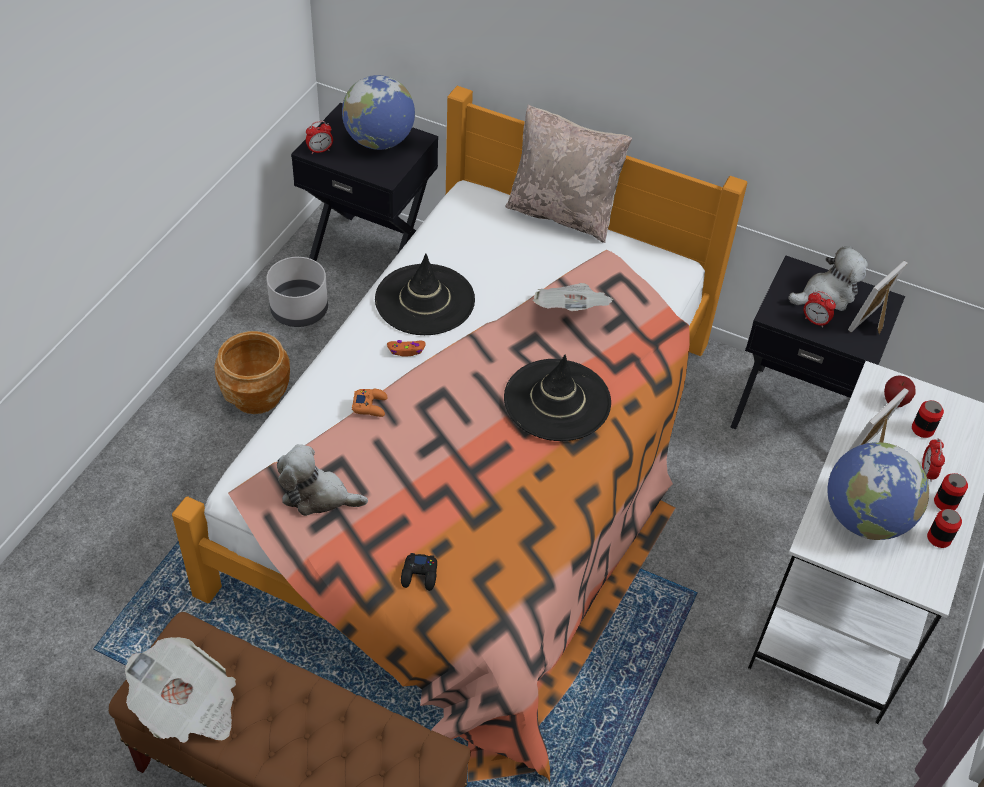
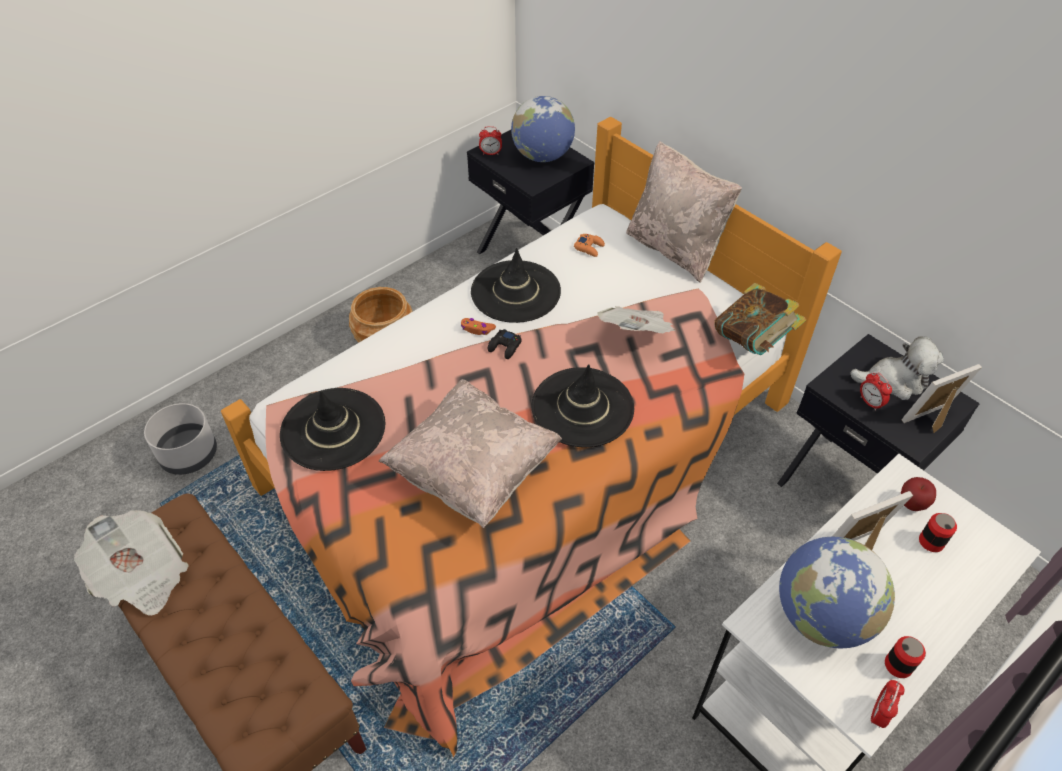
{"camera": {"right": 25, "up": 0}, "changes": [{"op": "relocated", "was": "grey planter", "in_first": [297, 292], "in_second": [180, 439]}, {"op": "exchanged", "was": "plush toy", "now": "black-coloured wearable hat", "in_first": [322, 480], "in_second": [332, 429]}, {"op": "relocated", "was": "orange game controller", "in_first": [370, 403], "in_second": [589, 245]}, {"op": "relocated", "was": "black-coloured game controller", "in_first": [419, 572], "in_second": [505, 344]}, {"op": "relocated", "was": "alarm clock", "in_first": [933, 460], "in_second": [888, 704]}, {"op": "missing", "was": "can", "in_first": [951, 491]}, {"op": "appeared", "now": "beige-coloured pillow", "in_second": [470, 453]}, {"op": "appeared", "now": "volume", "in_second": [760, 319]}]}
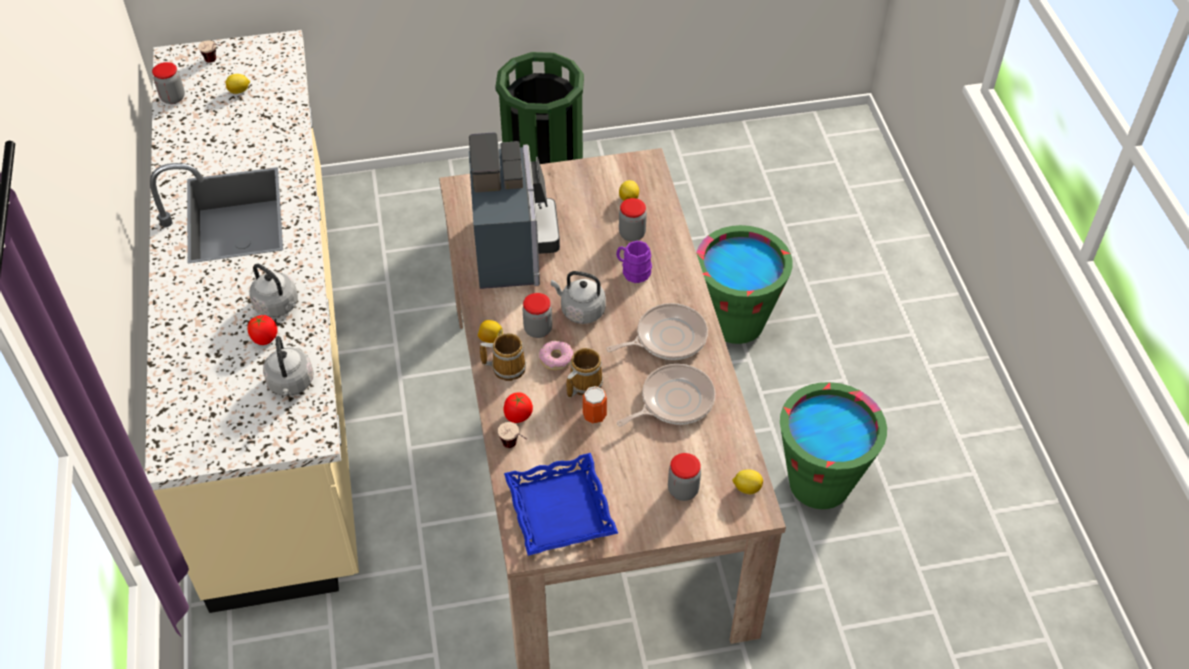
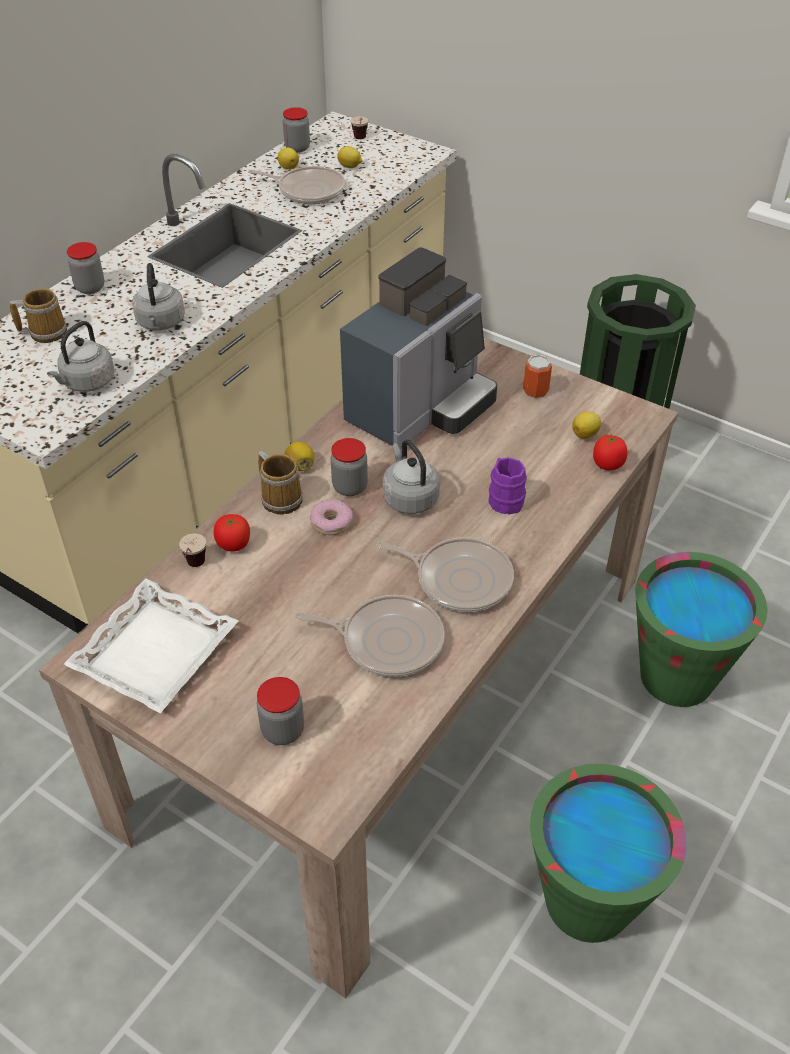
{"camera": {"right": 45, "up": -5}, "changes": [{"op": "relocated", "was": "fresh tomato", "in_first": [262, 330], "in_second": [610, 452]}, {"op": "colour", "was": "blue serving tray", "now": "whitish serving tray", "in_first": [561, 504], "in_second": [151, 645]}, {"op": "relocated", "was": "mug", "in_first": [584, 373], "in_second": [38, 315]}, {"op": "relocated", "was": "can", "in_first": [595, 405], "in_second": [537, 376]}, {"op": "relocated", "was": "jar", "in_first": [633, 220], "in_second": [86, 268]}, {"op": "relocated", "was": "lemon", "in_first": [747, 481], "in_second": [288, 158]}, {"op": "appeared", "now": "pan", "in_second": [296, 185]}]}
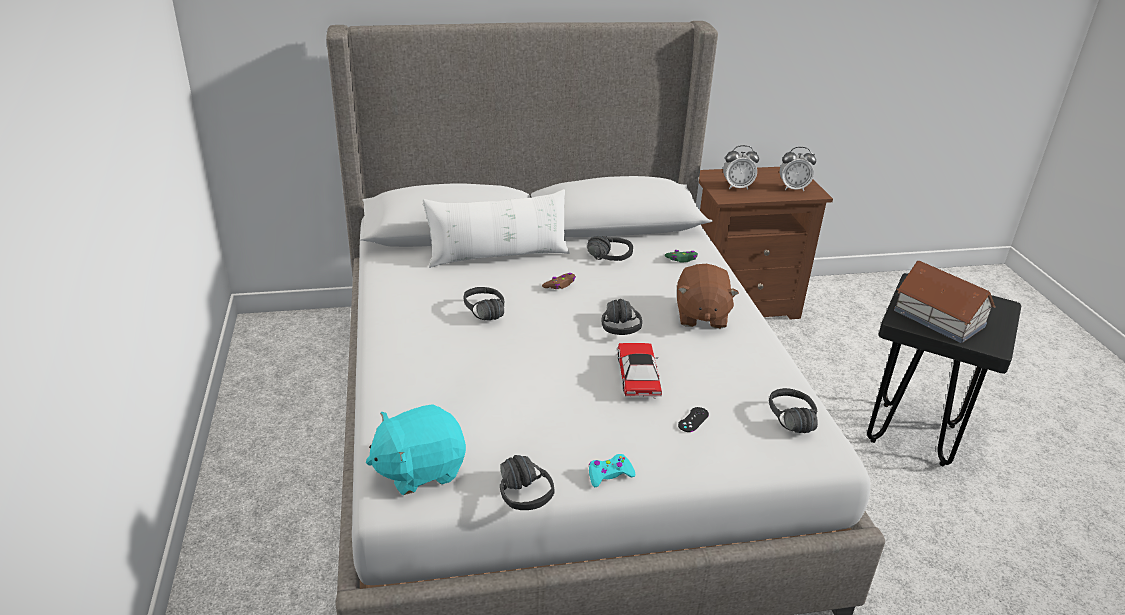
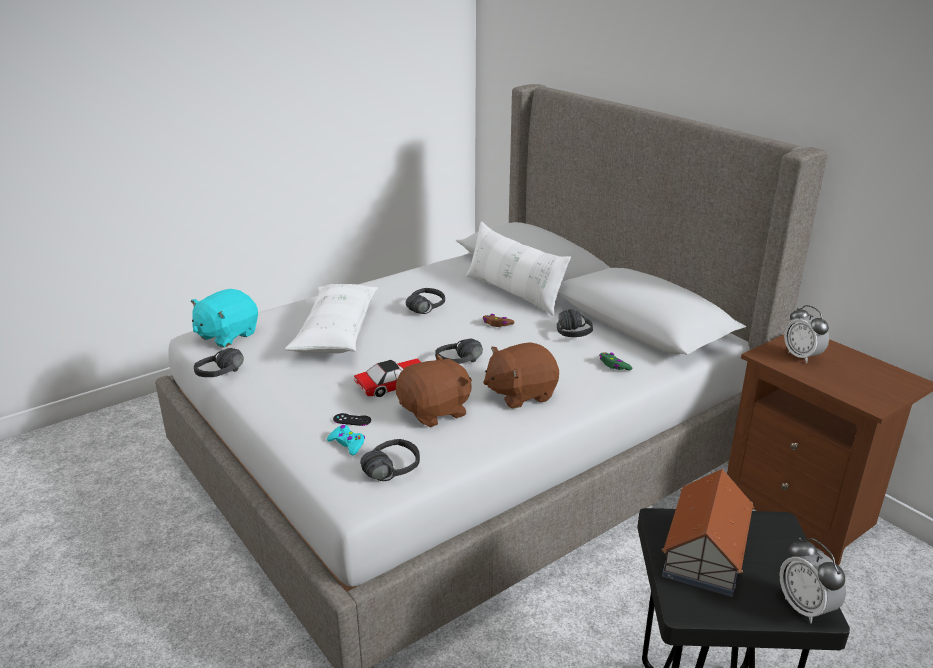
{"camera": {"right": 65, "up": -5}, "changes": [{"op": "spun", "was": "turquoise plush toy", "in_first": [416, 449], "in_second": [224, 318], "clockwise": -90}, {"op": "relocated", "was": "turquoise game controller", "in_first": [612, 470], "in_second": [346, 440]}, {"op": "relocated", "was": "alarm clock", "in_first": [798, 169], "in_second": [813, 580]}, {"op": "appeared", "now": "whitish pillow", "in_second": [331, 318]}, {"op": "appeared", "now": "brown plush toy", "in_second": [434, 391]}]}
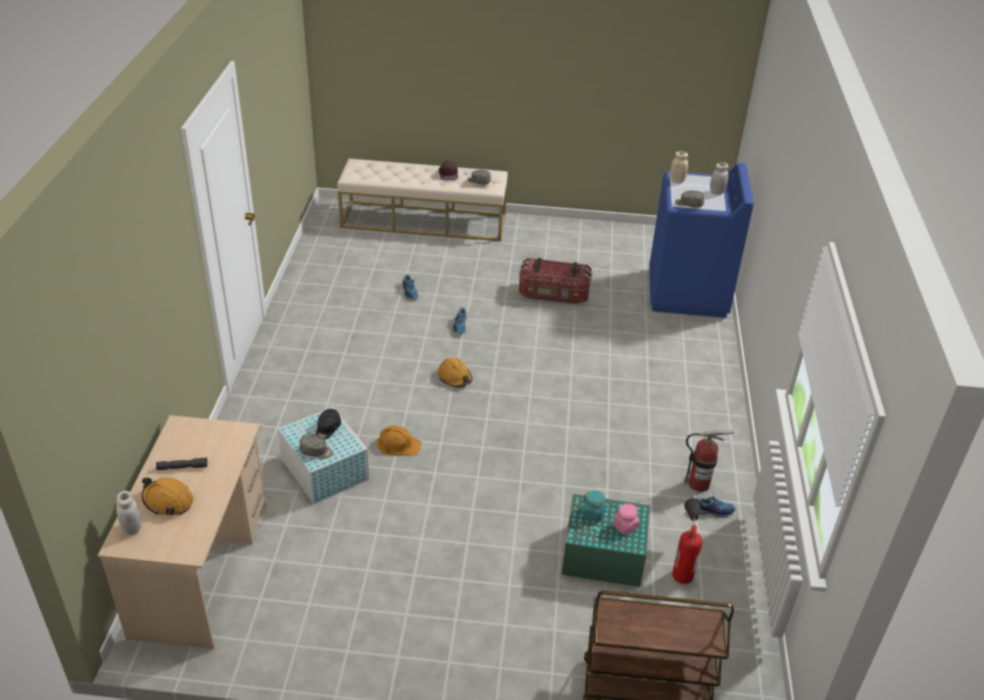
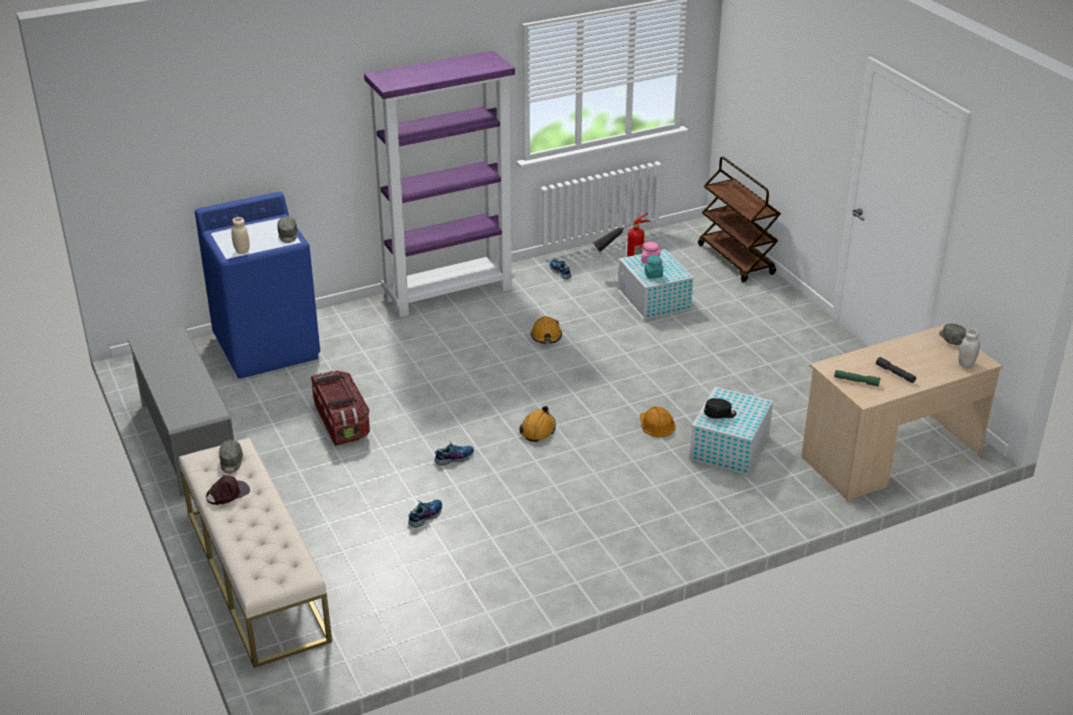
{"camera": {"right": -120, "up": -5}, "changes": [{"op": "relocated", "was": "orange hard hat", "in_first": [167, 496], "in_second": [546, 330]}, {"op": "relocated", "was": "grey baseball cap", "in_first": [316, 446], "in_second": [952, 334]}, {"op": "colour", "was": "green-coloured storage bin", "now": "whitish storage bin", "in_first": [606, 540], "in_second": [655, 284]}, {"op": "missing", "was": "fire extinguisher", "in_first": [709, 461]}, {"op": "missing", "was": "whitish jar", "in_first": [719, 179]}, {"op": "appeared", "now": "grey shoe stand", "in_second": [181, 411]}, {"op": "appeared", "now": "purplish bookcase", "in_second": [439, 184]}, {"op": "appeared", "now": "green-coloured flashlight", "in_second": [857, 378]}]}
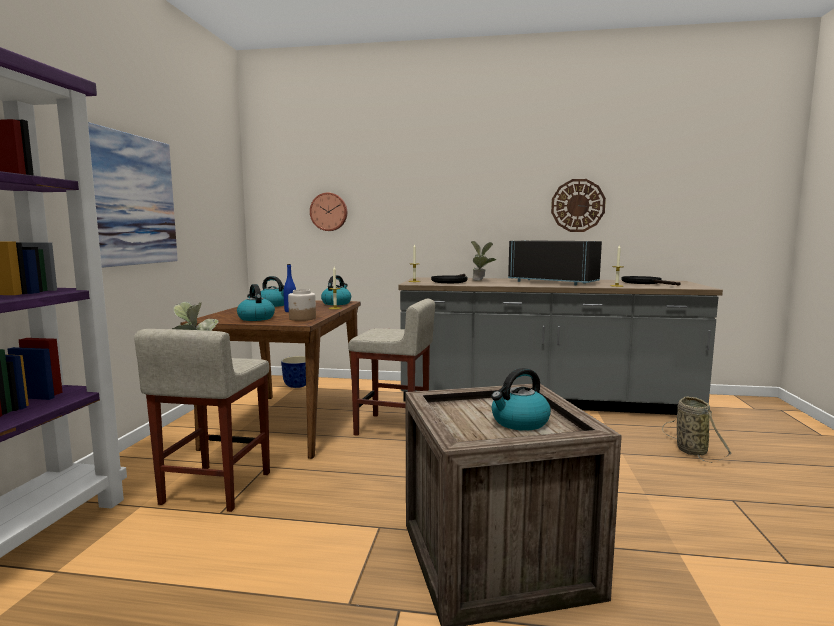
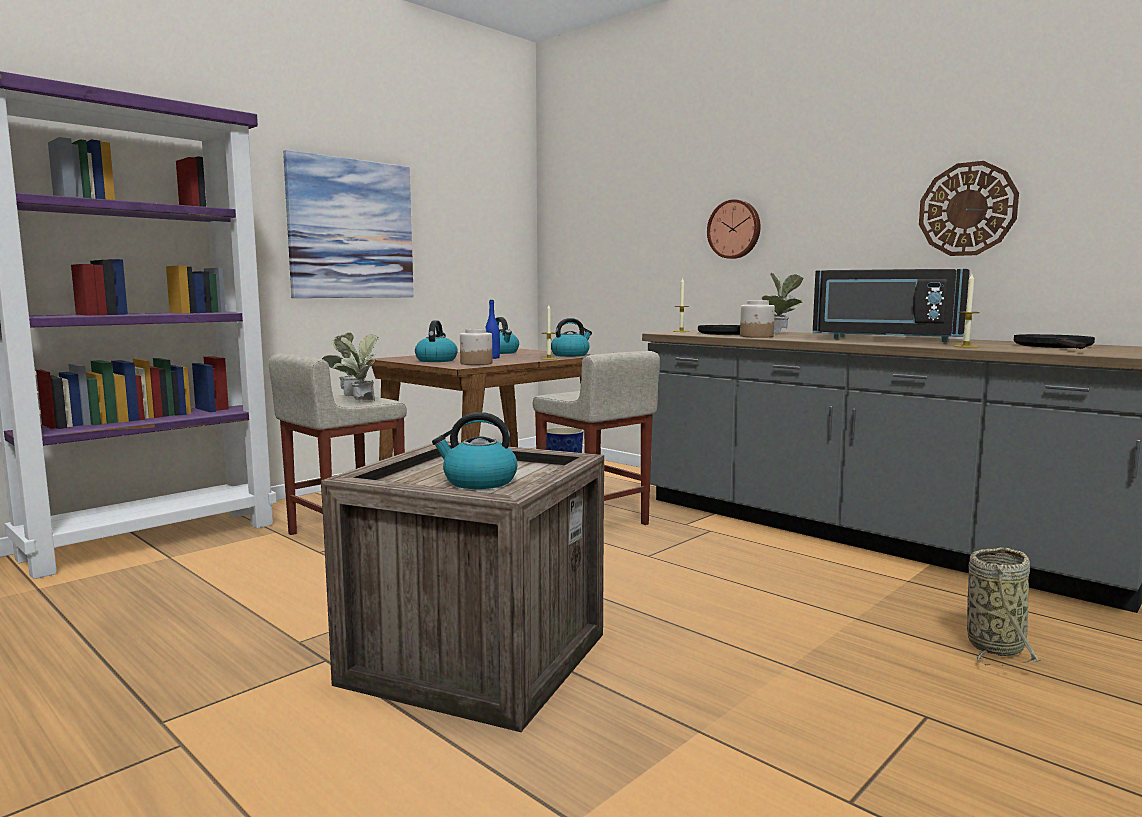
{"camera": {"right": 35, "up": 0}, "changes": [{"op": "relocated", "was": "wall clock", "in_first": [328, 211], "in_second": [734, 229]}, {"op": "spun", "was": "black-coloured microwave", "in_first": [555, 263], "in_second": [891, 305], "clockwise": 135}, {"op": "appeared", "now": "houseplant", "in_second": [355, 367]}, {"op": "appeared", "now": "jar", "in_second": [757, 319]}]}
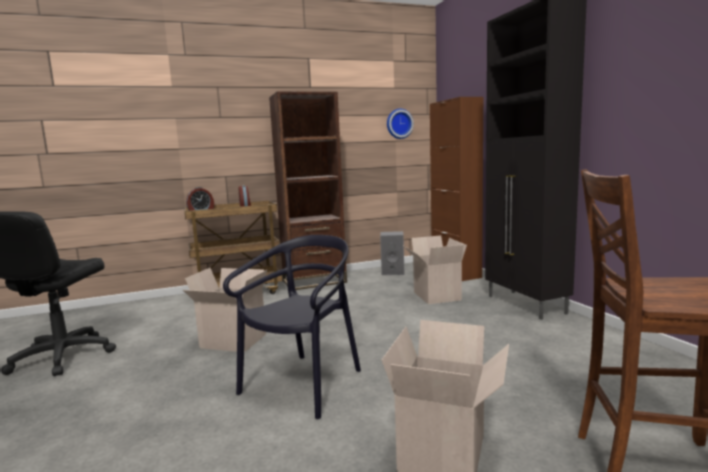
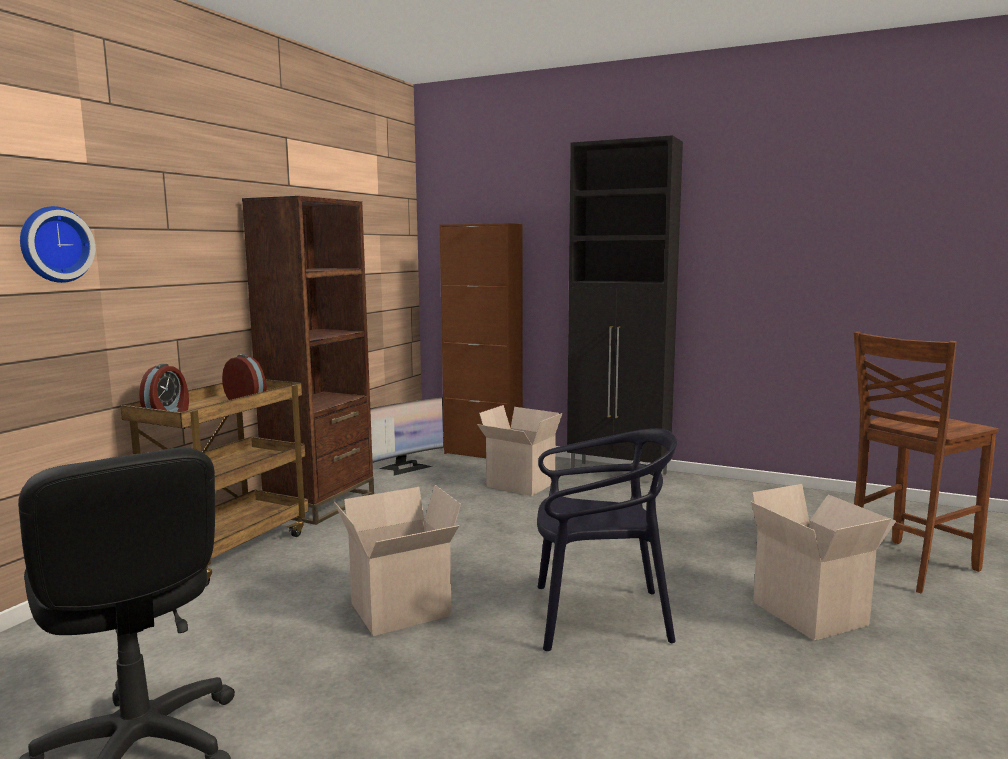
{"camera": {"right": -45, "up": 0}, "changes": [{"op": "spun", "was": "black-coloured chair", "in_first": [292, 327], "in_second": [607, 539], "clockwise": 105}, {"op": "exchanged", "was": "grey speaker", "now": "monitor", "in_first": [392, 253], "in_second": [407, 436]}, {"op": "relocated", "was": "wall clock", "in_first": [400, 124], "in_second": [57, 244]}]}
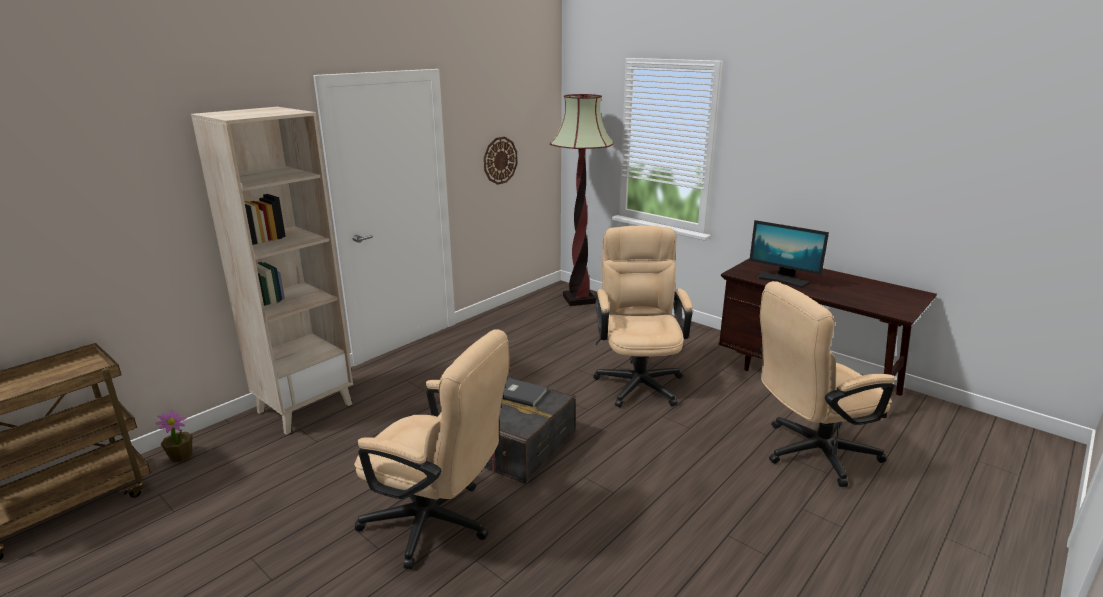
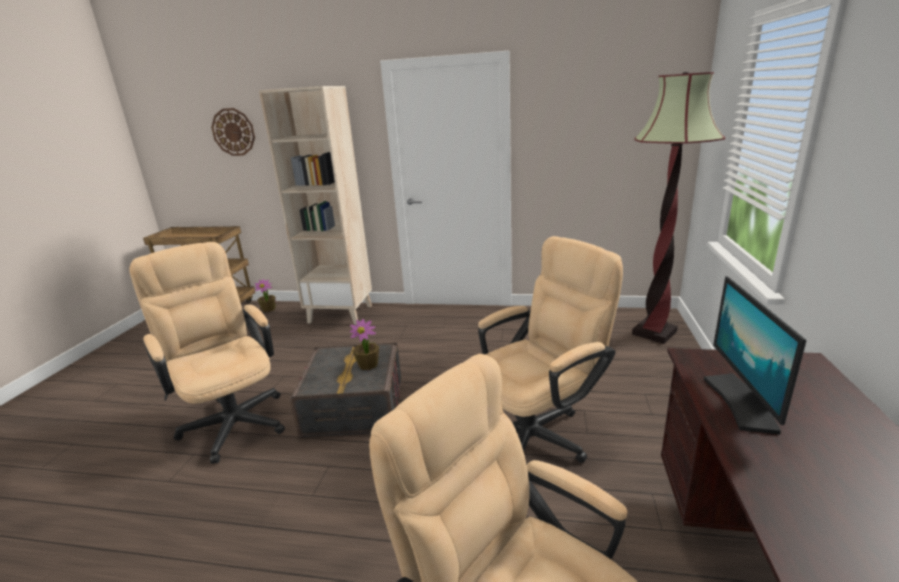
{"camera": {"right": 60, "up": 0}, "changes": [{"op": "spun", "was": "beige-coloured office chair", "in_first": [432, 449], "in_second": [207, 353], "clockwise": 150}, {"op": "relocated", "was": "wall clock", "in_first": [501, 161], "in_second": [233, 132]}, {"op": "exchanged", "was": "grey volume", "now": "houseplant", "in_first": [525, 392], "in_second": [364, 344]}]}
